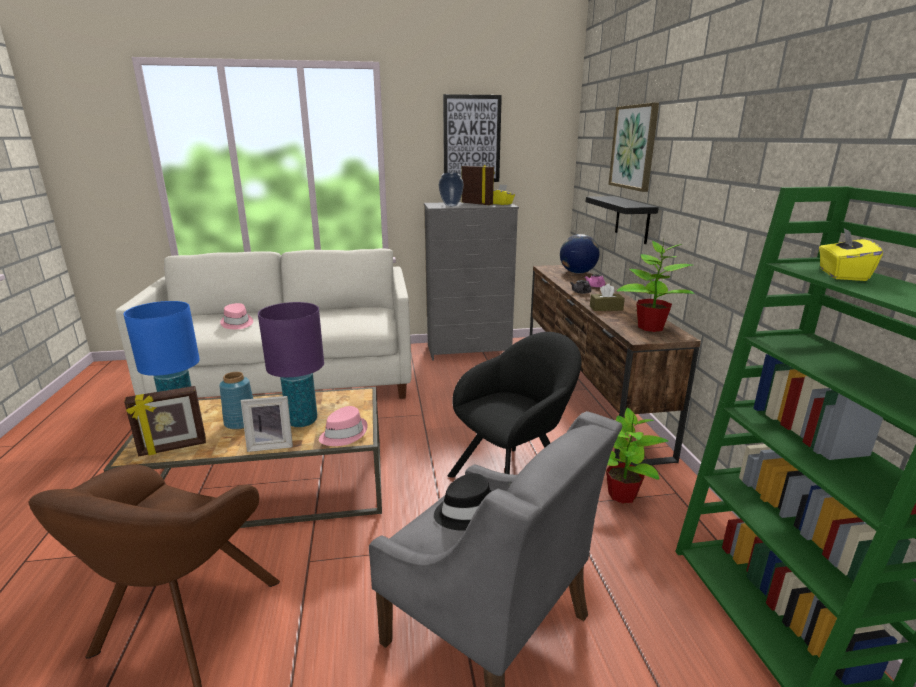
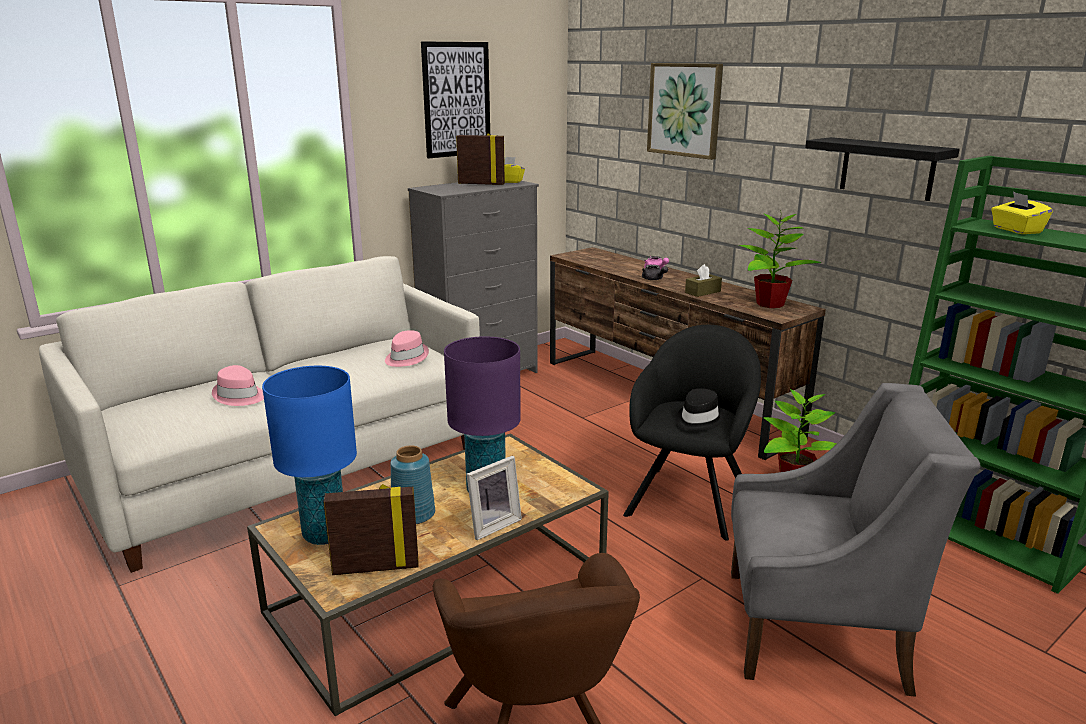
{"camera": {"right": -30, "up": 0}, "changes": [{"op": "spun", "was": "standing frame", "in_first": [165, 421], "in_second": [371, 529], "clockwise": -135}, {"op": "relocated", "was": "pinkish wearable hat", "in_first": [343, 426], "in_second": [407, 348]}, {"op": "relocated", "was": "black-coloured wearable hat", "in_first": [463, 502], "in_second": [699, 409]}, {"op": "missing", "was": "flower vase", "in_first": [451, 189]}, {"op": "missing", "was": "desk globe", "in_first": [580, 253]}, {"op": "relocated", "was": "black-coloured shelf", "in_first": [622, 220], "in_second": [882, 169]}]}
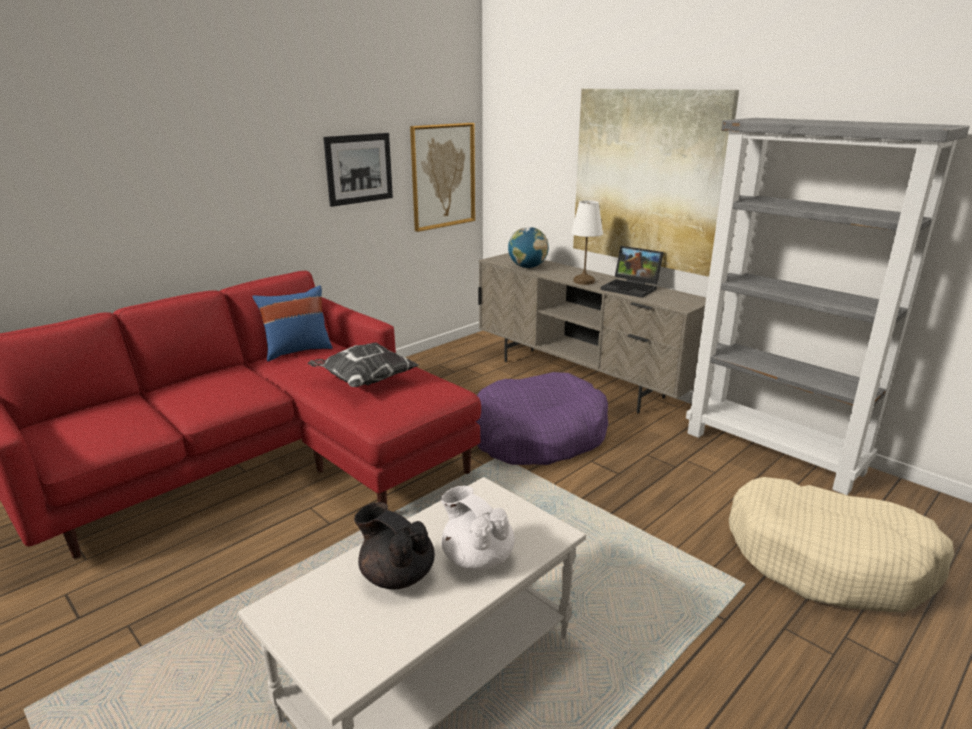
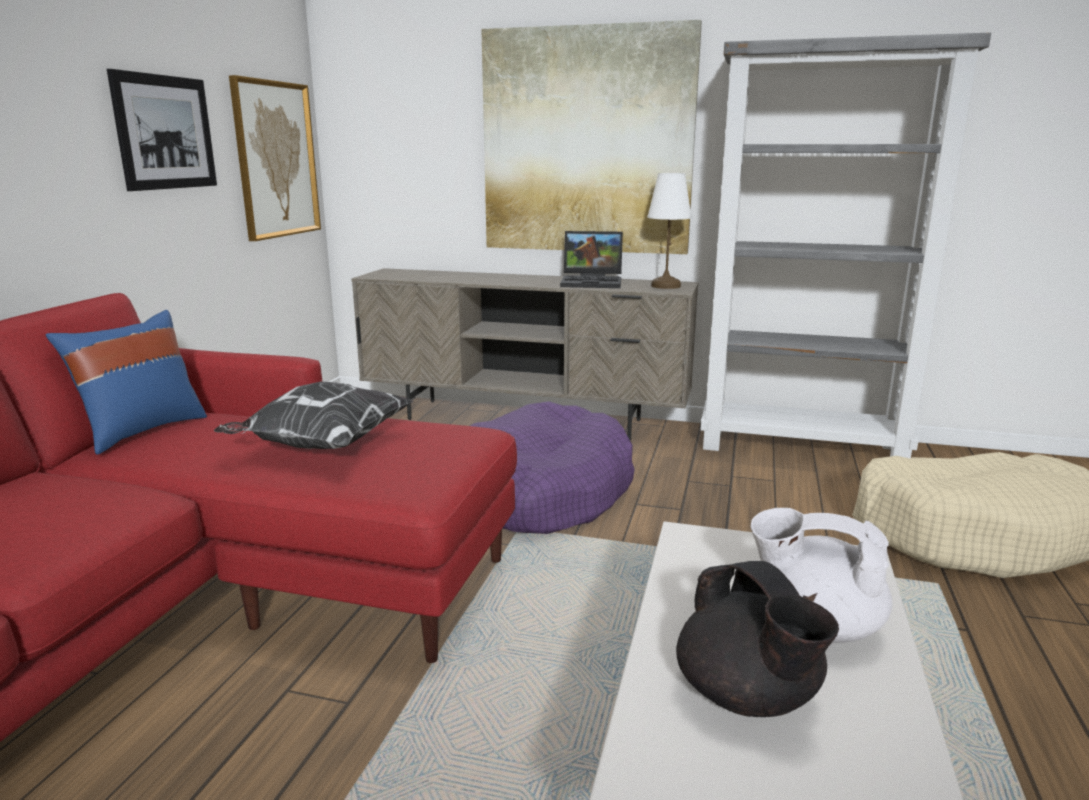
{"camera": {"right": -30, "up": -5}, "changes": [{"op": "spun", "was": "black-coloured tea pot", "in_first": [394, 545], "in_second": [757, 639], "clockwise": -120}, {"op": "missing", "was": "desk globe", "in_first": [528, 247]}, {"op": "relocated", "was": "whitish table lamp", "in_first": [587, 242], "in_second": [669, 231]}]}
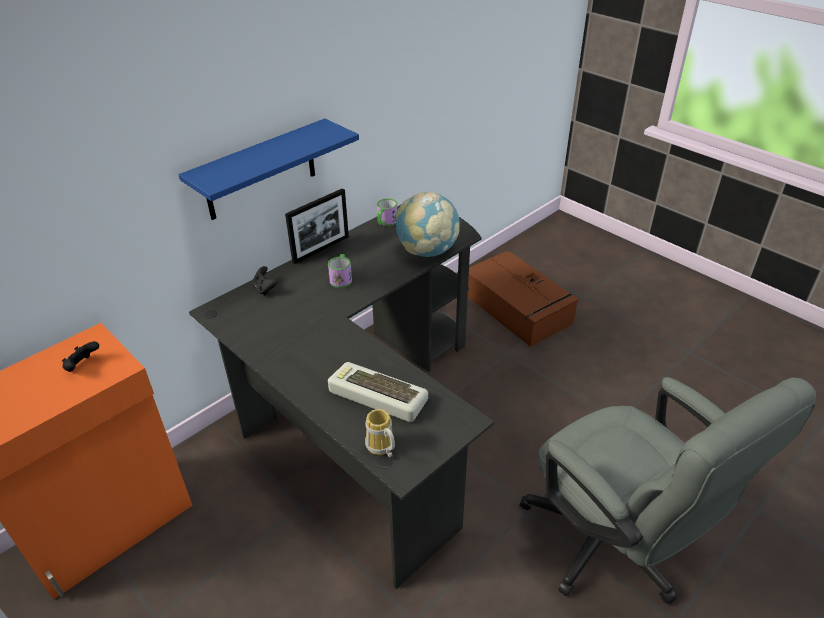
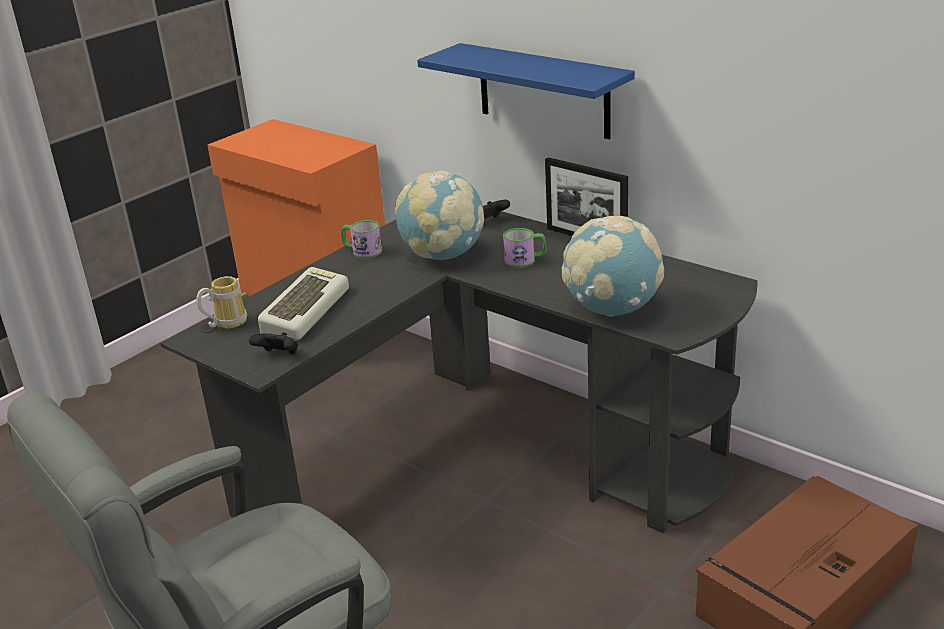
{"camera": {"right": 85, "up": -10}, "changes": [{"op": "relocated", "was": "black-coloured game controller", "in_first": [80, 356], "in_second": [273, 343]}, {"op": "relocated", "was": "mug", "in_first": [387, 212], "in_second": [361, 239]}, {"op": "appeared", "now": "desk globe", "in_second": [439, 215]}]}
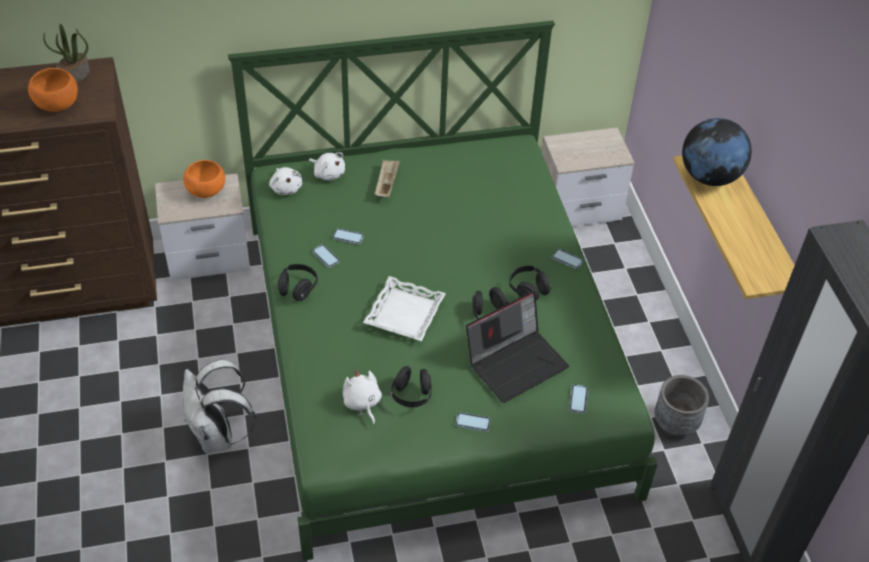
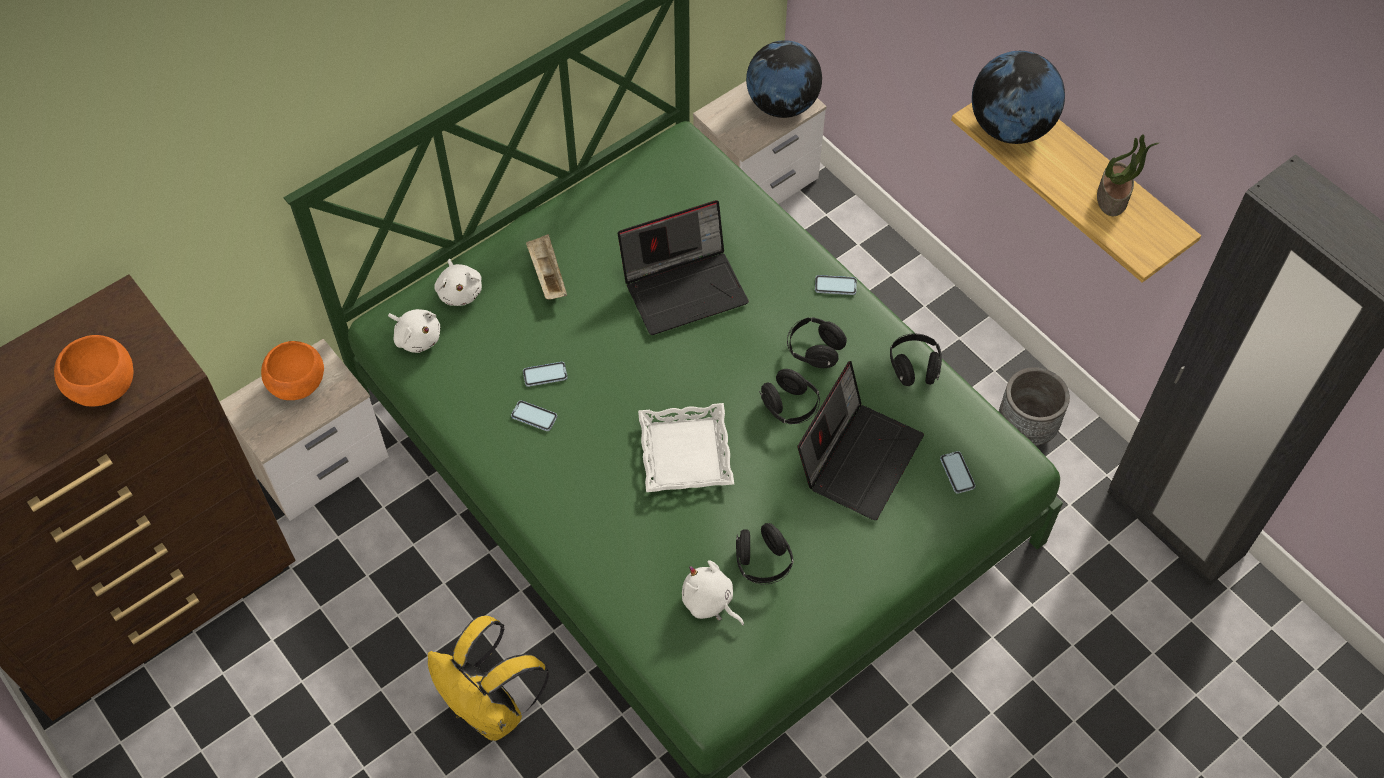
{"camera": {"right": -25, "up": 10}, "changes": [{"op": "relocated", "was": "houseplant", "in_first": [66, 53], "in_second": [1128, 175]}, {"op": "colour", "was": "whitish rucksack", "now": "yellowish rucksack", "in_first": [219, 406], "in_second": [488, 678]}, {"op": "relocated", "was": "black-coloured pair of headphones", "in_first": [297, 282], "in_second": [916, 360]}, {"op": "spun", "was": "whitish plush toy", "in_first": [327, 166], "in_second": [458, 282], "clockwise": 60}, {"op": "missing", "was": "telephone", "in_first": [473, 422]}, {"op": "appeared", "now": "laptop", "in_second": [683, 267]}, {"op": "appeared", "now": "desk globe", "in_second": [784, 79]}]}
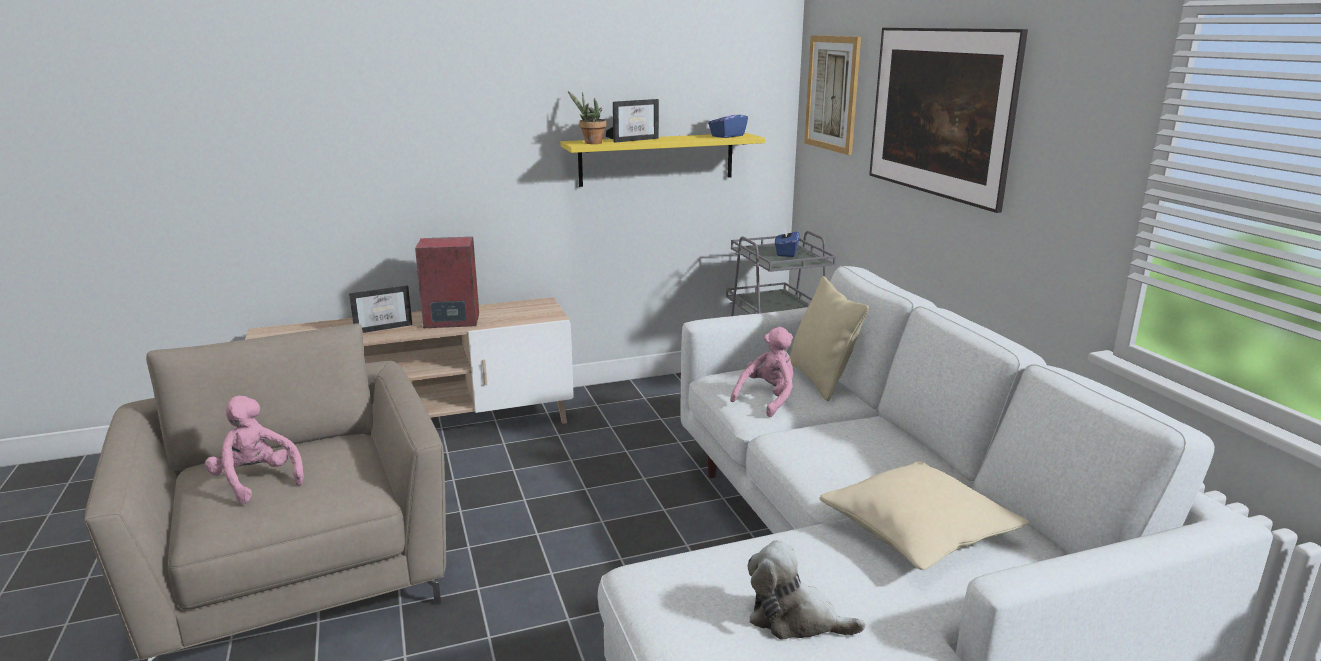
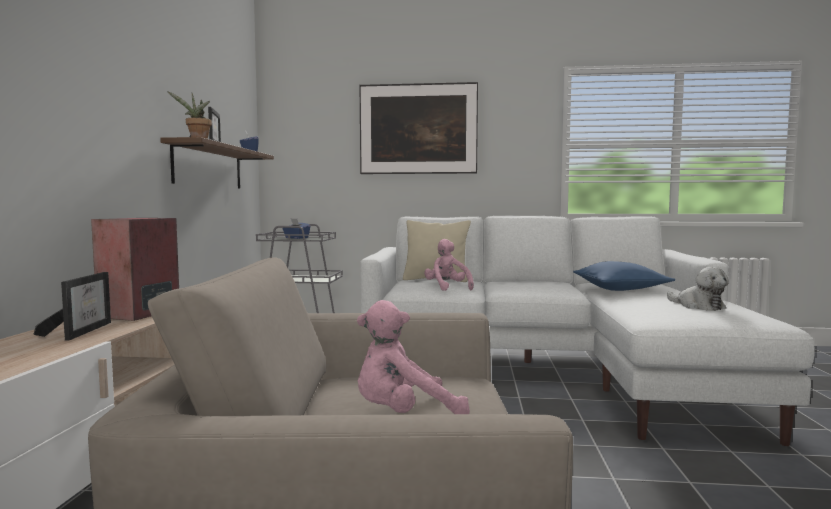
{"camera": {"right": -65, "up": -15}, "changes": [{"op": "colour", "was": "yellowish shelf", "now": "brown shelf", "in_first": [663, 160], "in_second": [217, 163]}, {"op": "spun", "was": "plush toy", "in_first": [807, 589], "in_second": [698, 289], "clockwise": -75}, {"op": "missing", "was": "wall art", "in_first": [832, 95]}, {"op": "colour", "was": "beige-coloured pillow", "now": "blue pillow", "in_first": [924, 515], "in_second": [624, 276]}]}
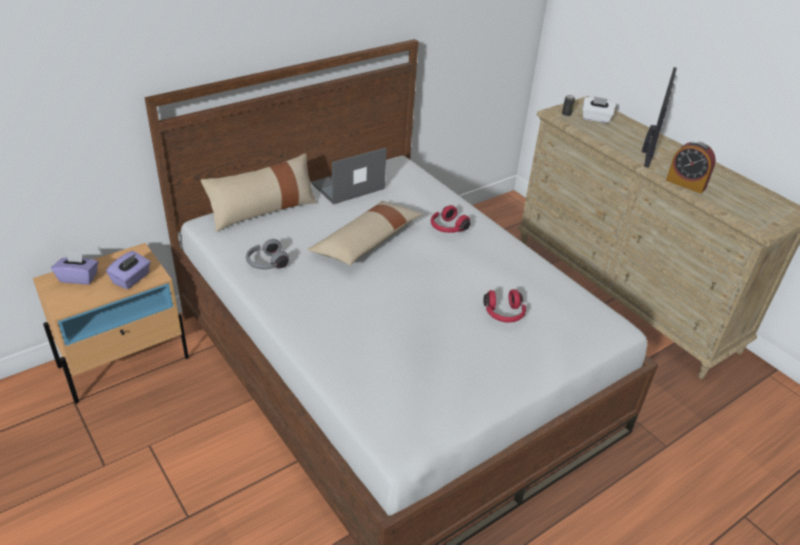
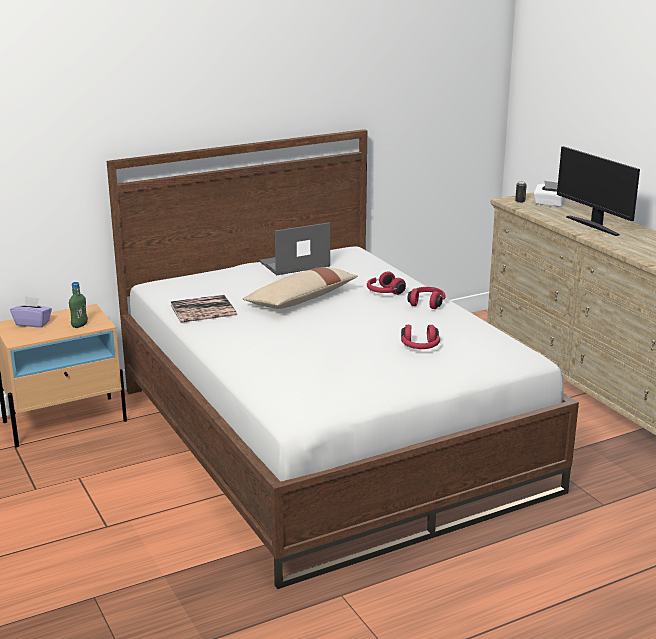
{"camera": {"right": 10, "up": -15}, "changes": [{"op": "exchanged", "was": "purplish tissue box", "now": "green-coloured bottle", "in_first": [128, 270], "in_second": [78, 305]}, {"op": "missing", "was": "beige-coloured pillow", "in_first": [259, 192]}, {"op": "exchanged", "was": "grey pair of headphones", "now": "volume", "in_first": [267, 254], "in_second": [203, 309]}, {"op": "spun", "was": "monitor", "in_first": [659, 117], "in_second": [598, 191], "clockwise": 120}, {"op": "missing", "was": "alarm clock", "in_first": [691, 167]}, {"op": "appeared", "now": "red pair of headphones", "in_second": [426, 298]}]}
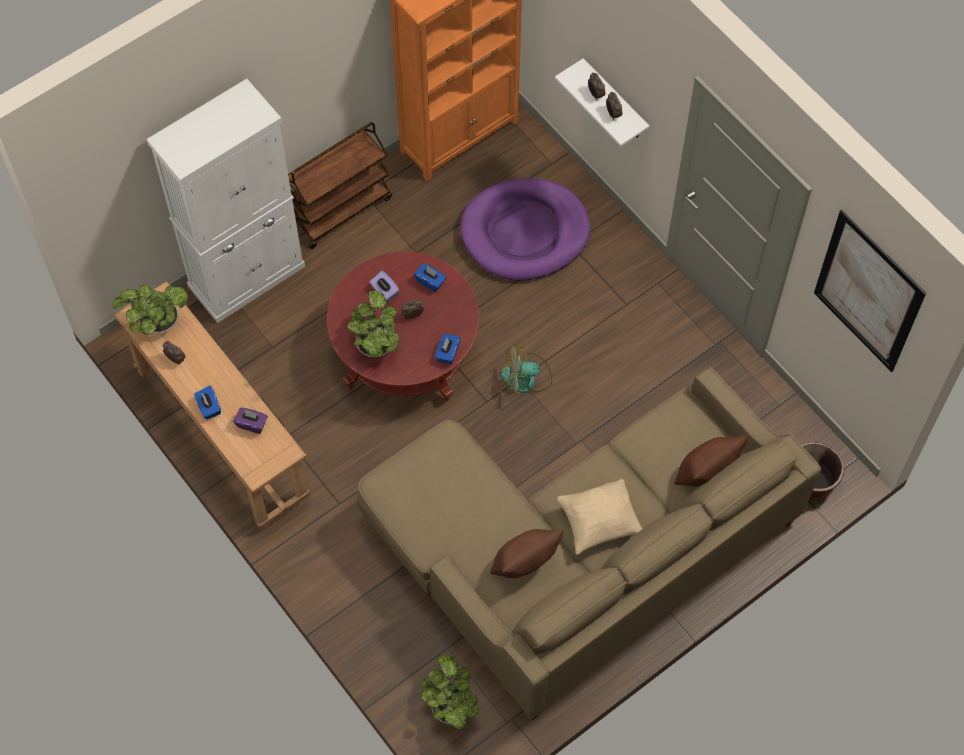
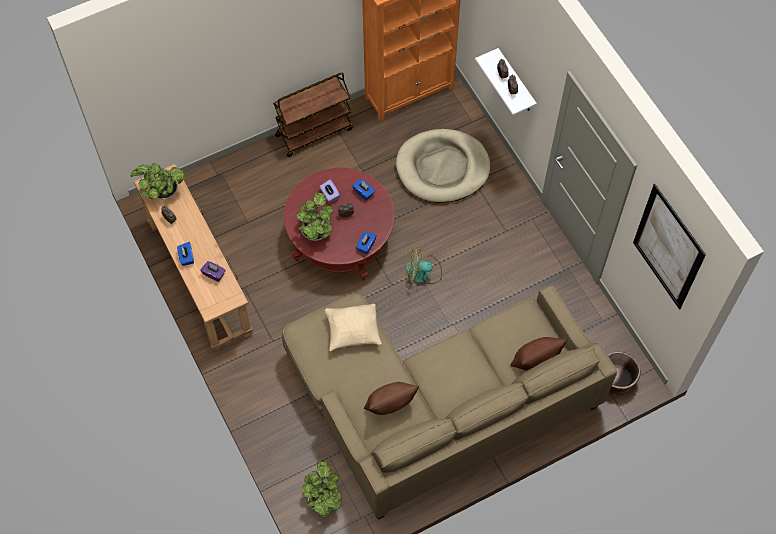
{"camera": {"right": 10, "up": 0}, "changes": [{"op": "missing", "was": "whitish cabinet", "in_first": [225, 201]}, {"op": "colour", "was": "purplish dog cushion", "now": "beige-coloured dog cushion", "in_first": [525, 229], "in_second": [443, 166]}, {"op": "relocated", "was": "beige-coloured pillow", "in_first": [600, 517], "in_second": [353, 327]}]}
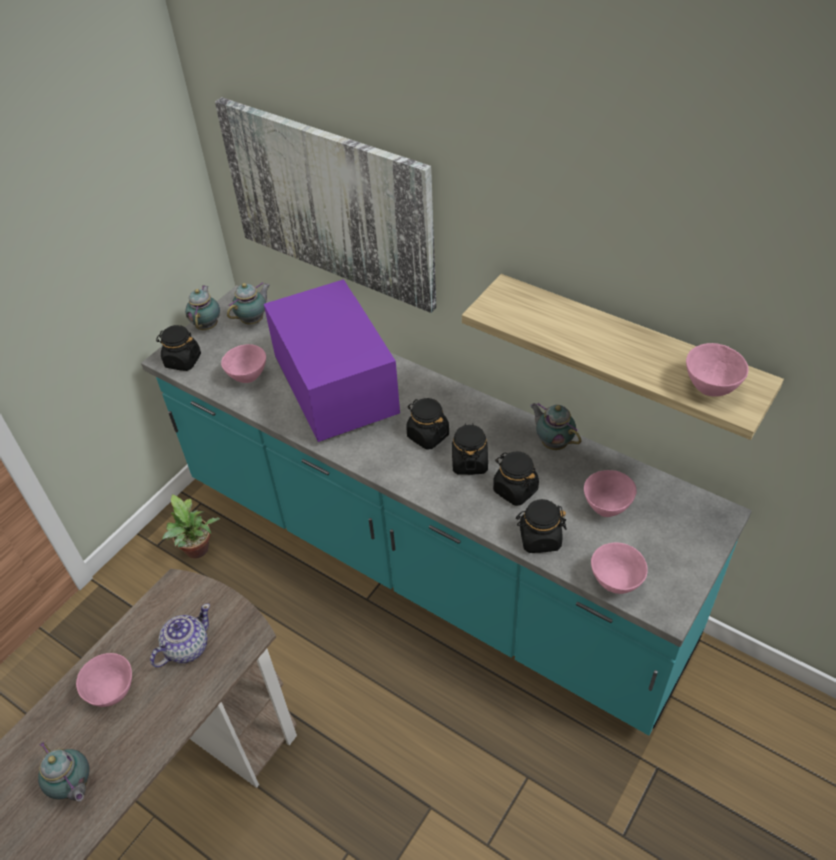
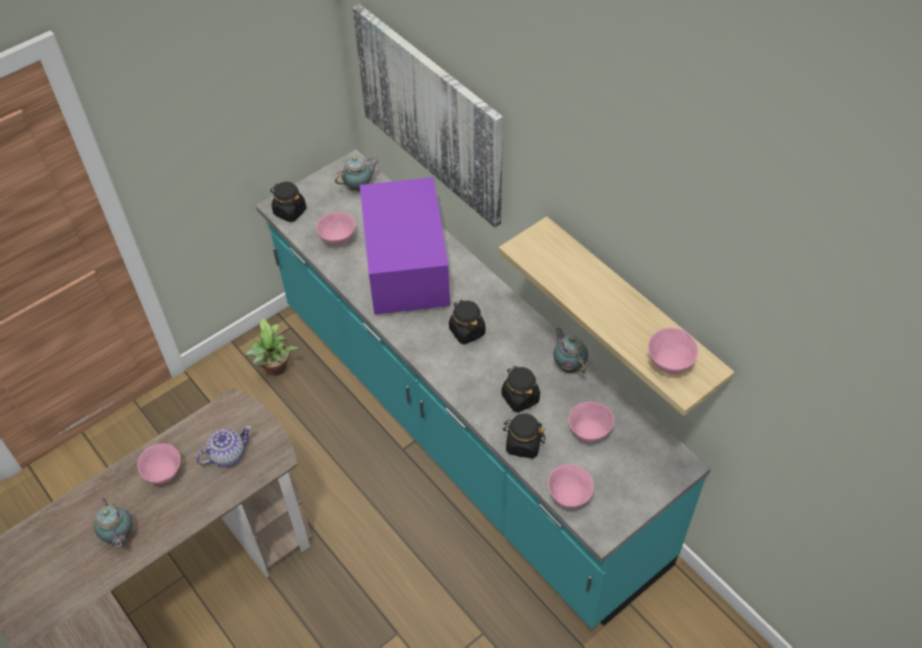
{"camera": {"right": 15, "up": 5}, "changes": [{"op": "missing", "was": "tea pot", "in_first": [202, 307]}, {"op": "missing", "was": "black-coloured jar", "in_first": [470, 449]}]}
